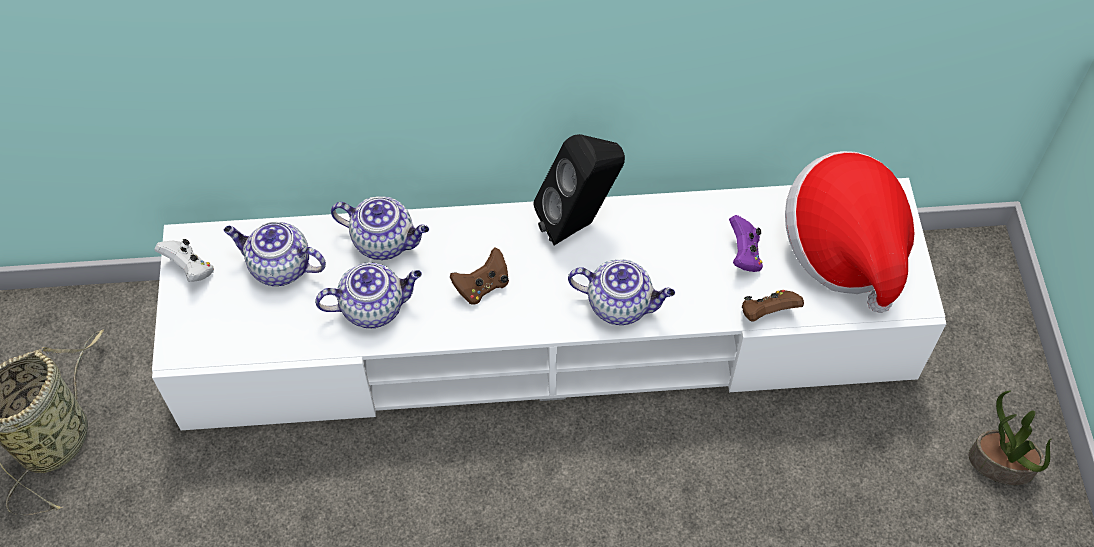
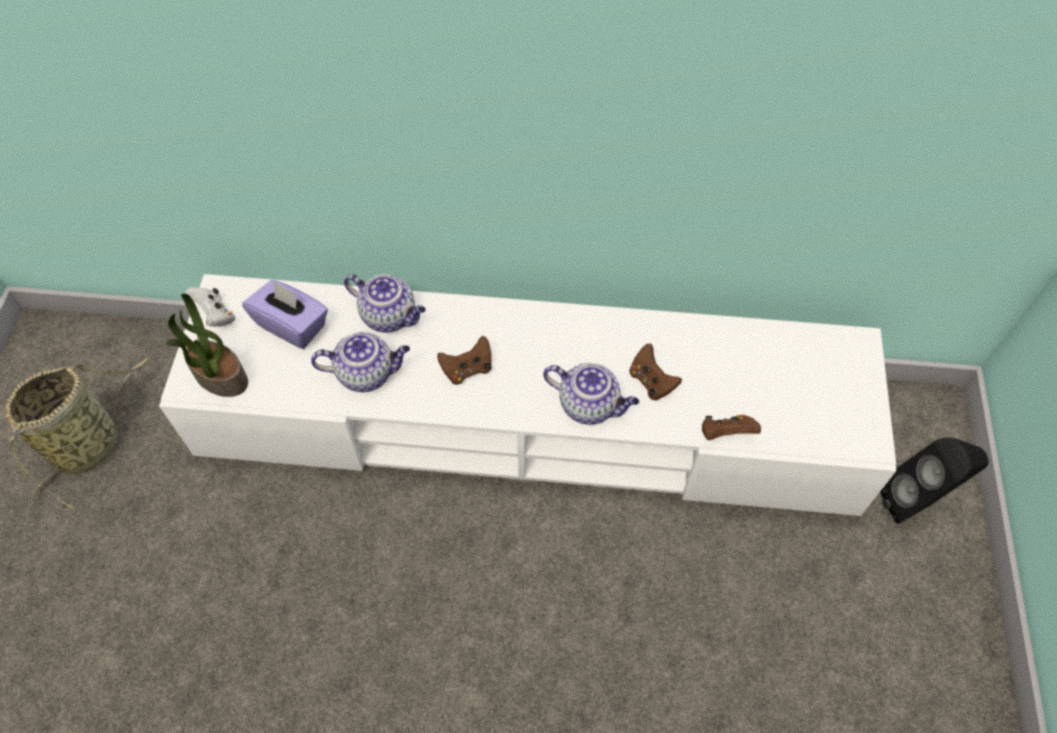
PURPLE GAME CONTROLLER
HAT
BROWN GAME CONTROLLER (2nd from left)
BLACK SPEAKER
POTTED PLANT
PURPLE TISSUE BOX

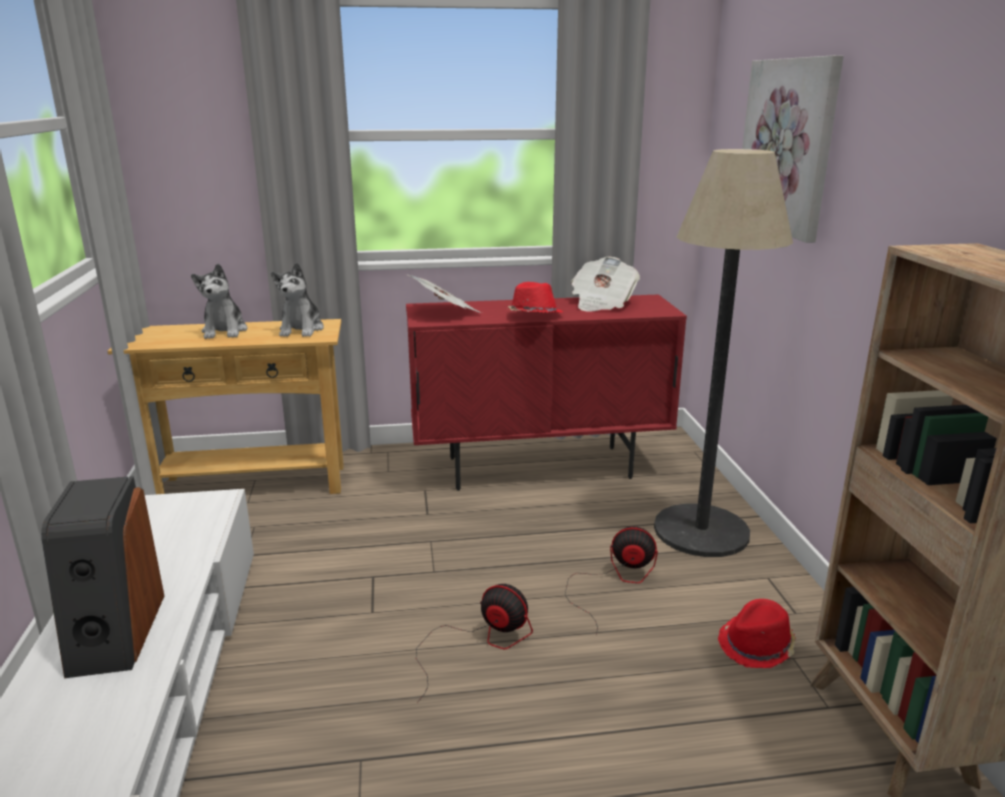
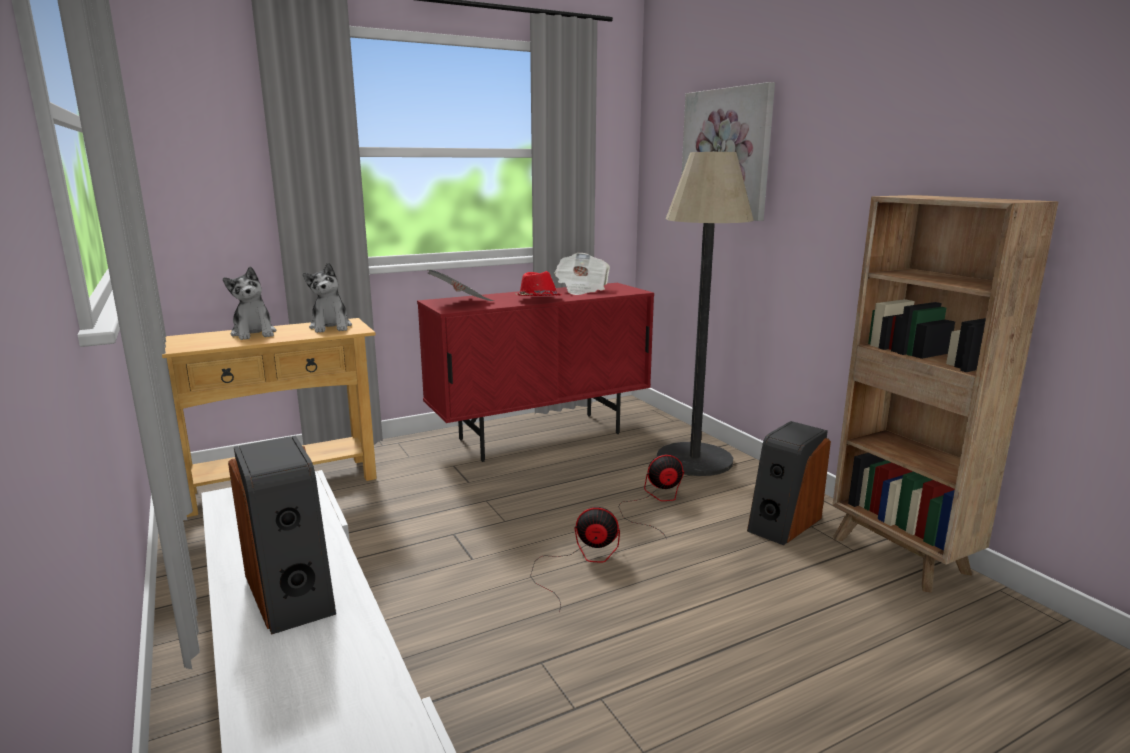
SPEAKER (2nd from left)

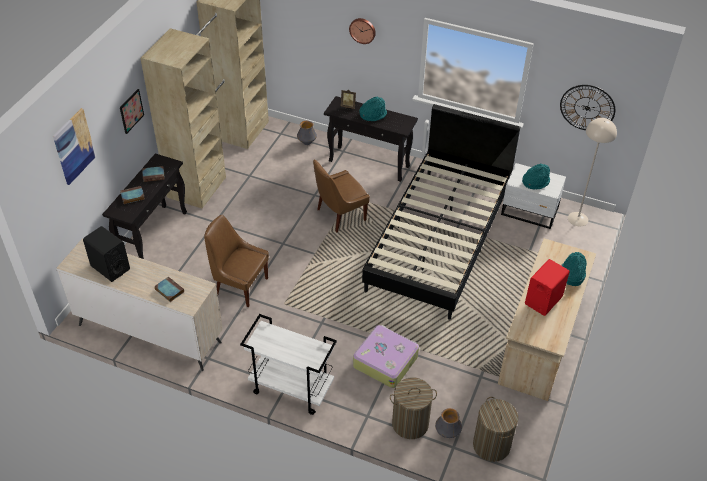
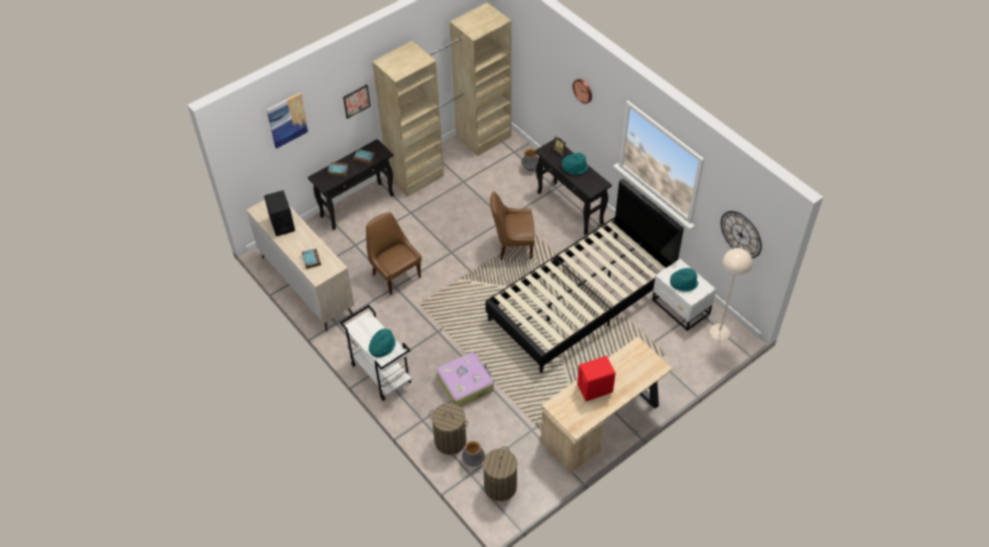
TURQUOISE HAT (1st from left)

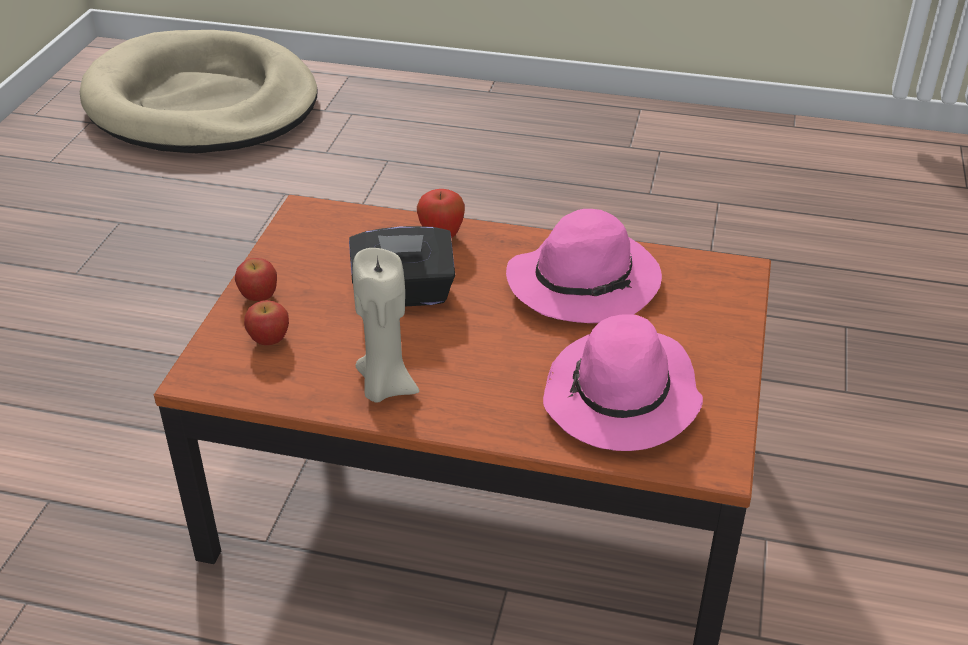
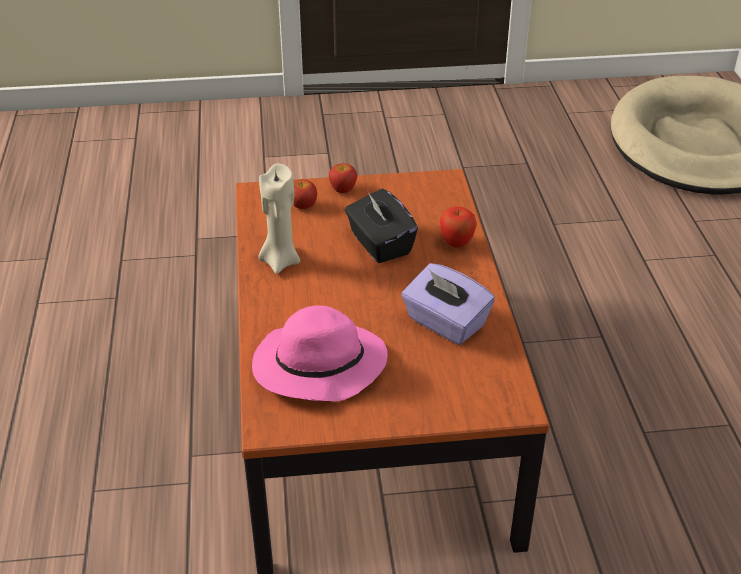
PURPLE TISSUE BOX

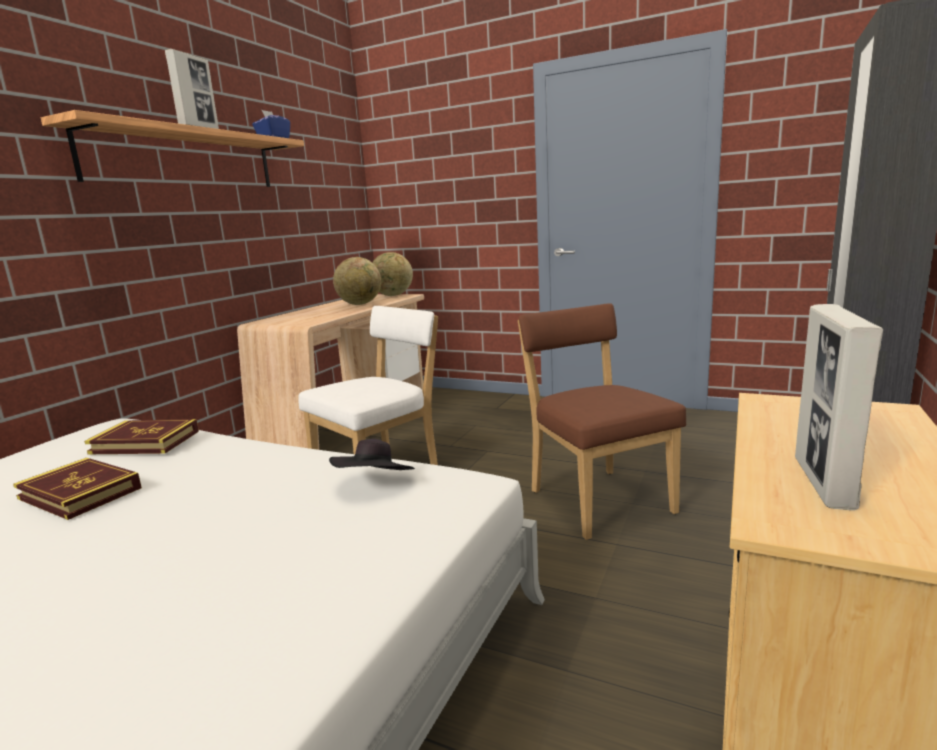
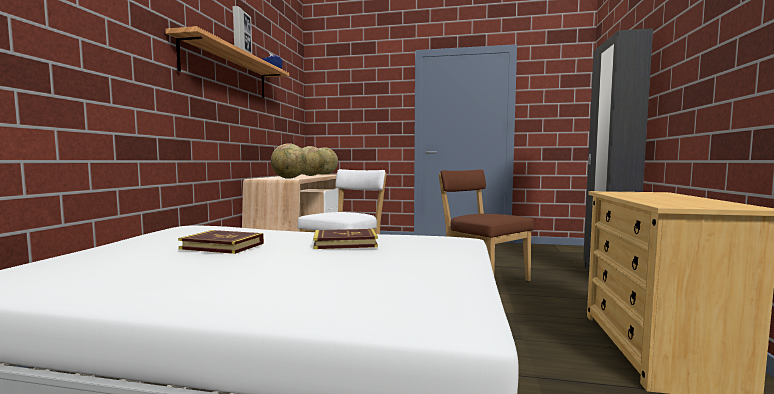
BLACK HAT
PICTURE FRAME (2nd from left in the first image)
GLOBE (1st from left)
BOOK (2nd from left)

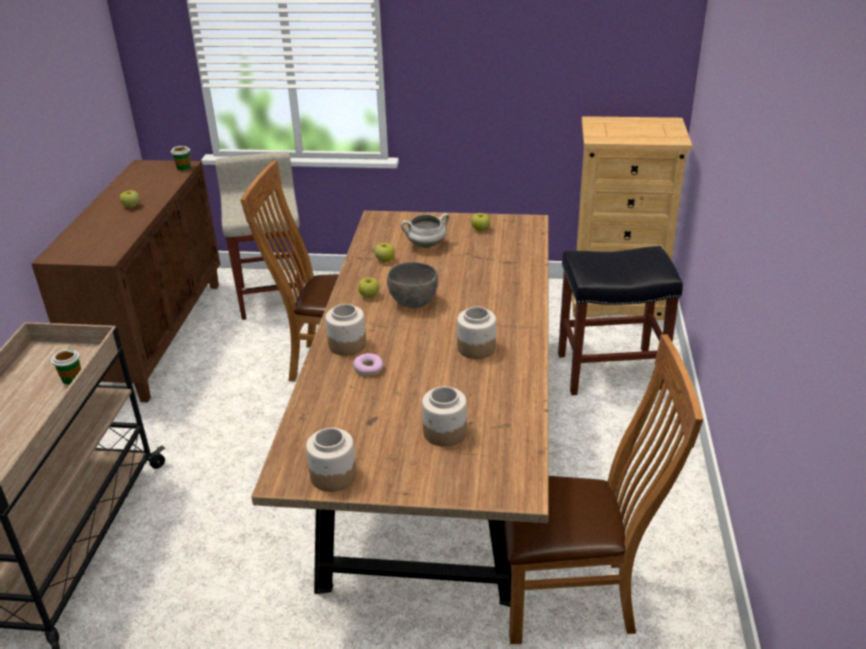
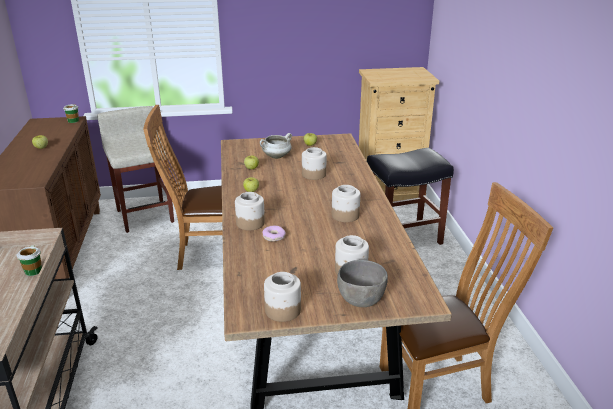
JAR (3rd from left)
GREY BOWL

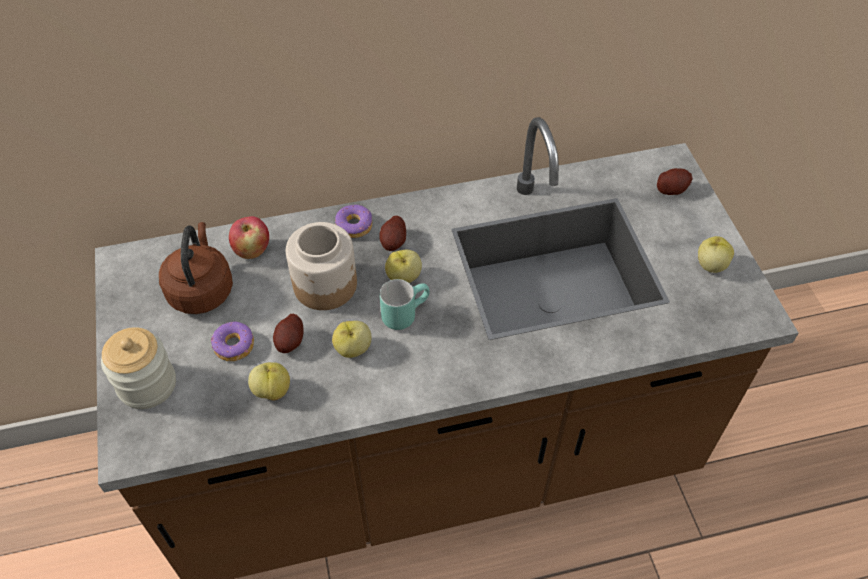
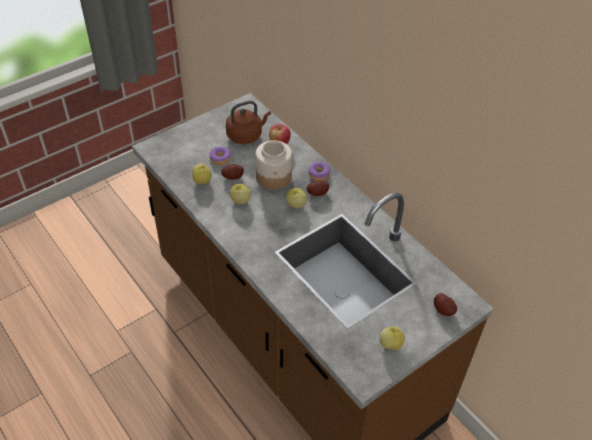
JAR (1st from left in the first image)
TURQUOISE MUG

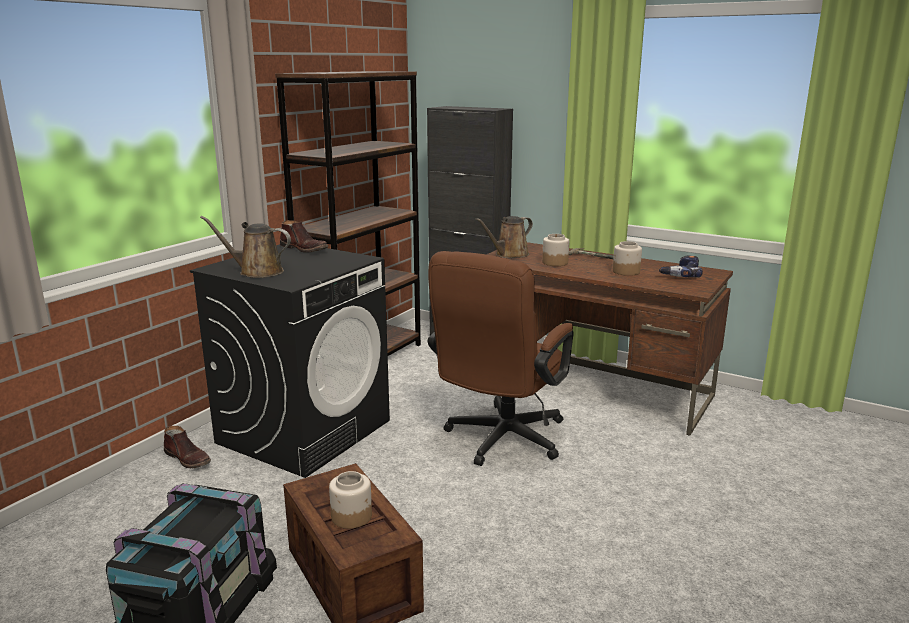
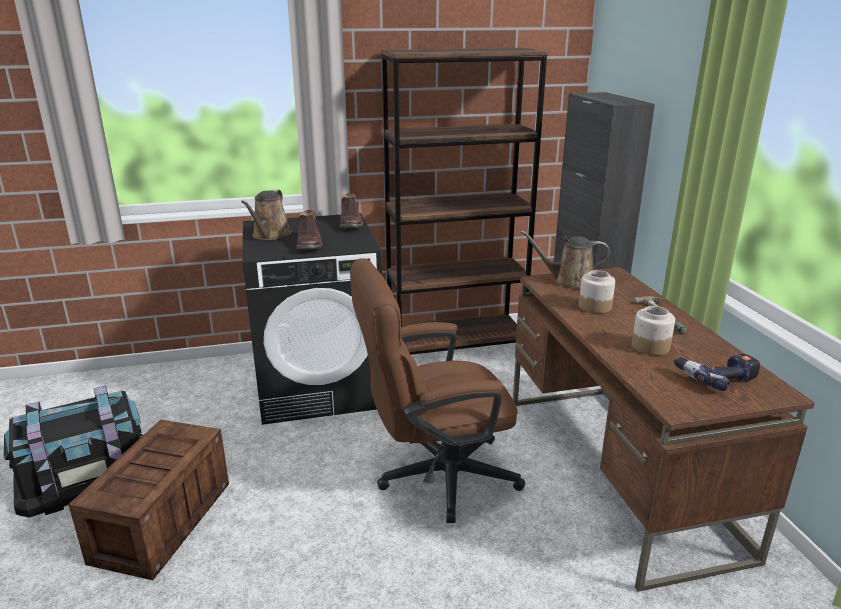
JAR (1st from left in the first image)
BROWN BOOT (1st from left)
BROWN WATERING CAN (1st from left)

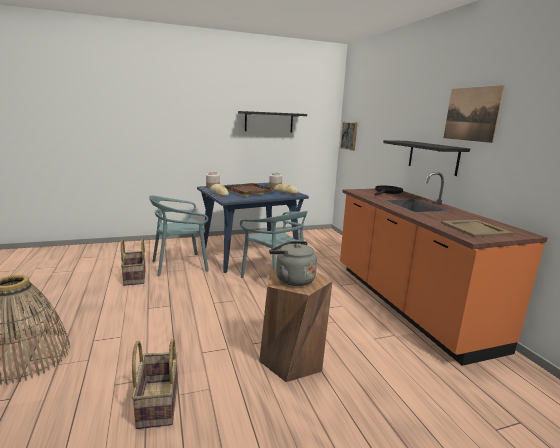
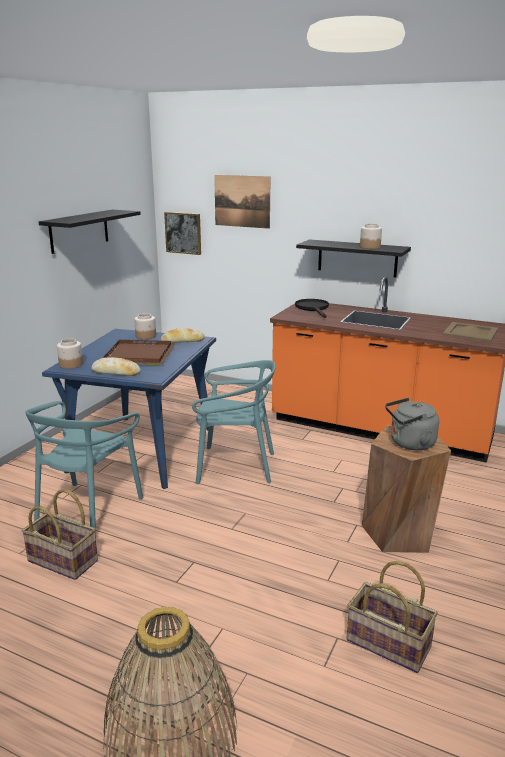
JAR (3rd from left)
PICTURE (2nd from left)

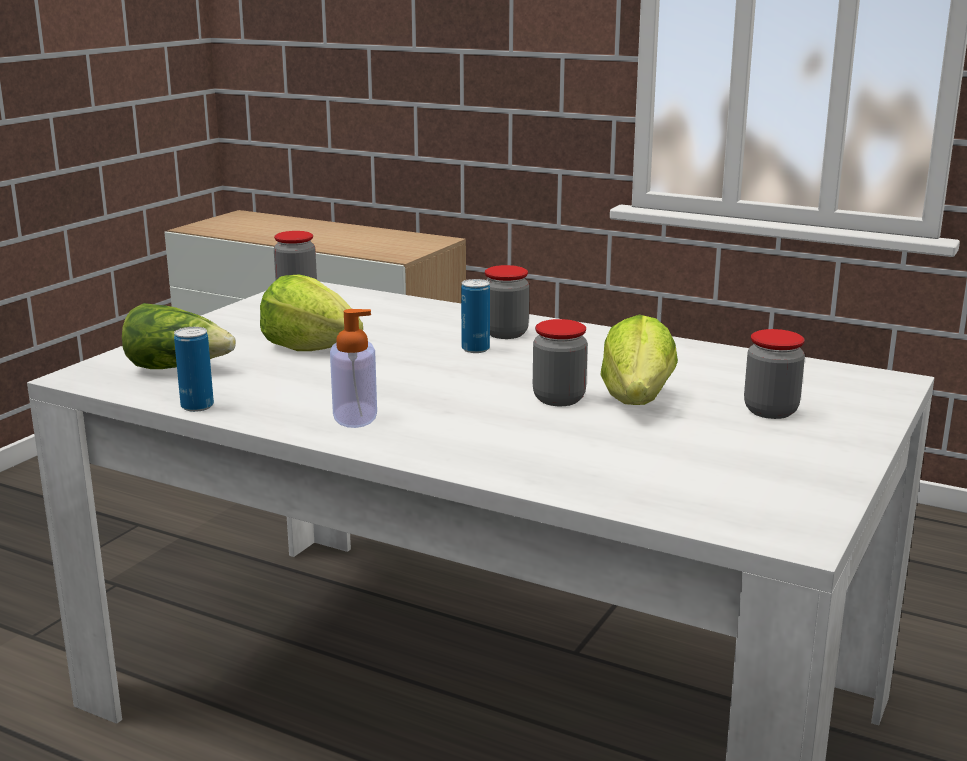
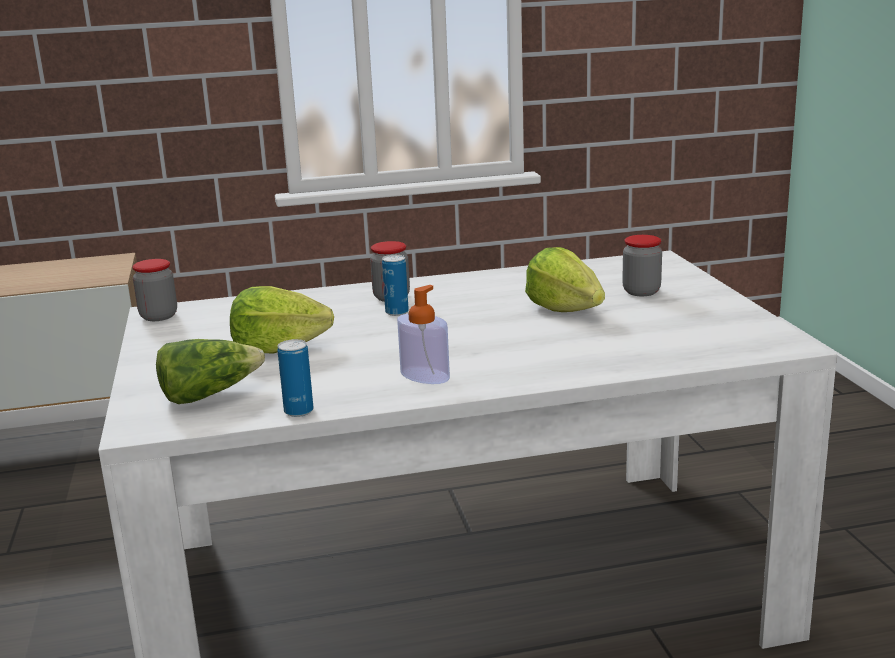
JAR (3rd from left in the first image)

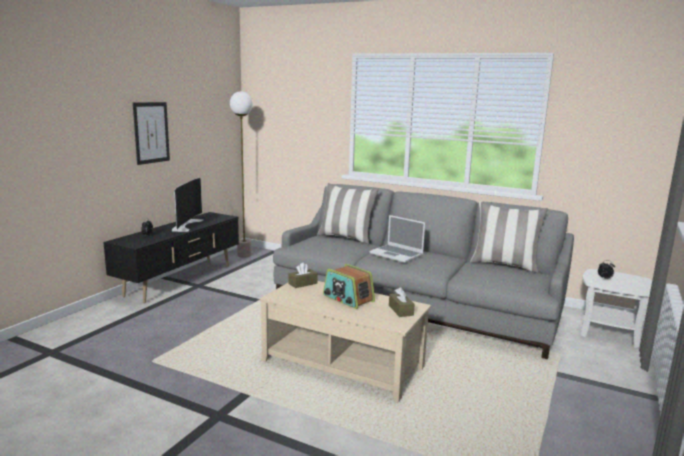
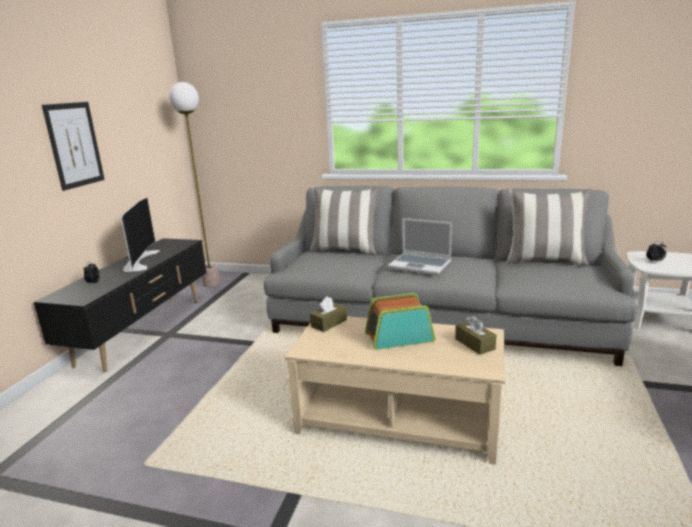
RADIO

